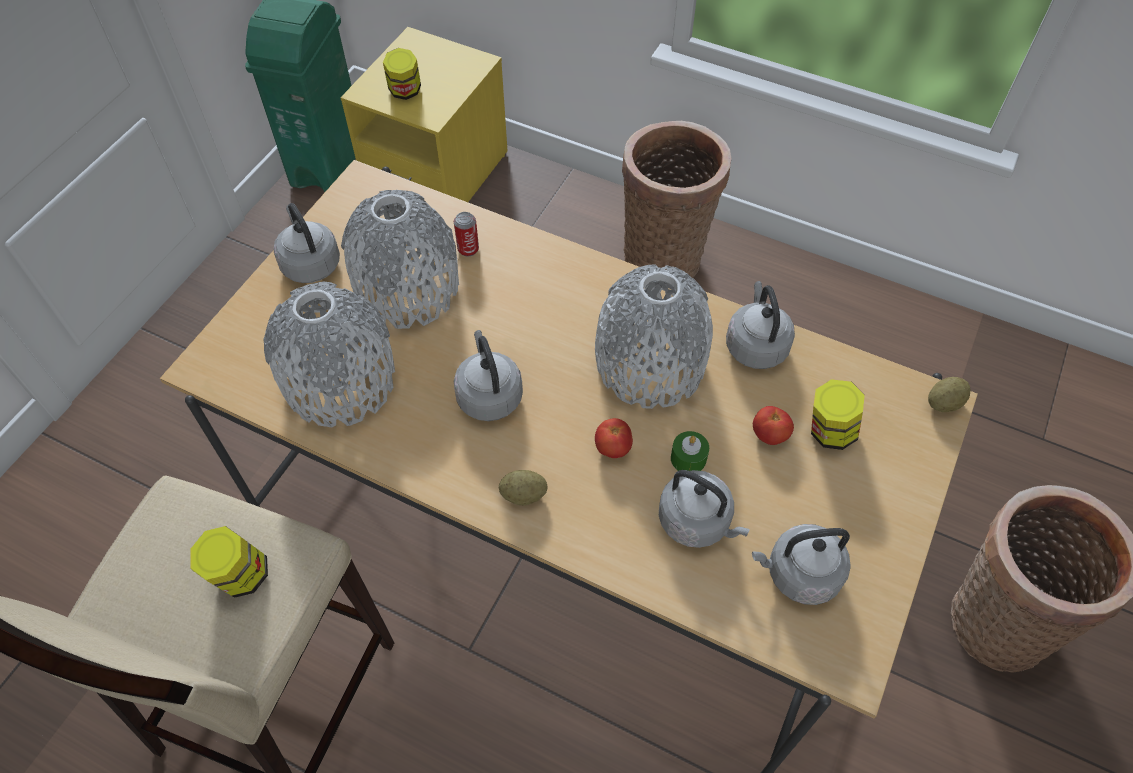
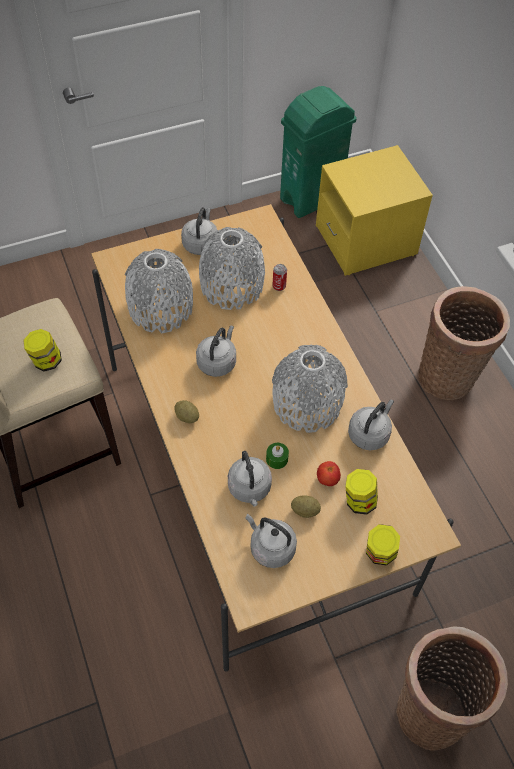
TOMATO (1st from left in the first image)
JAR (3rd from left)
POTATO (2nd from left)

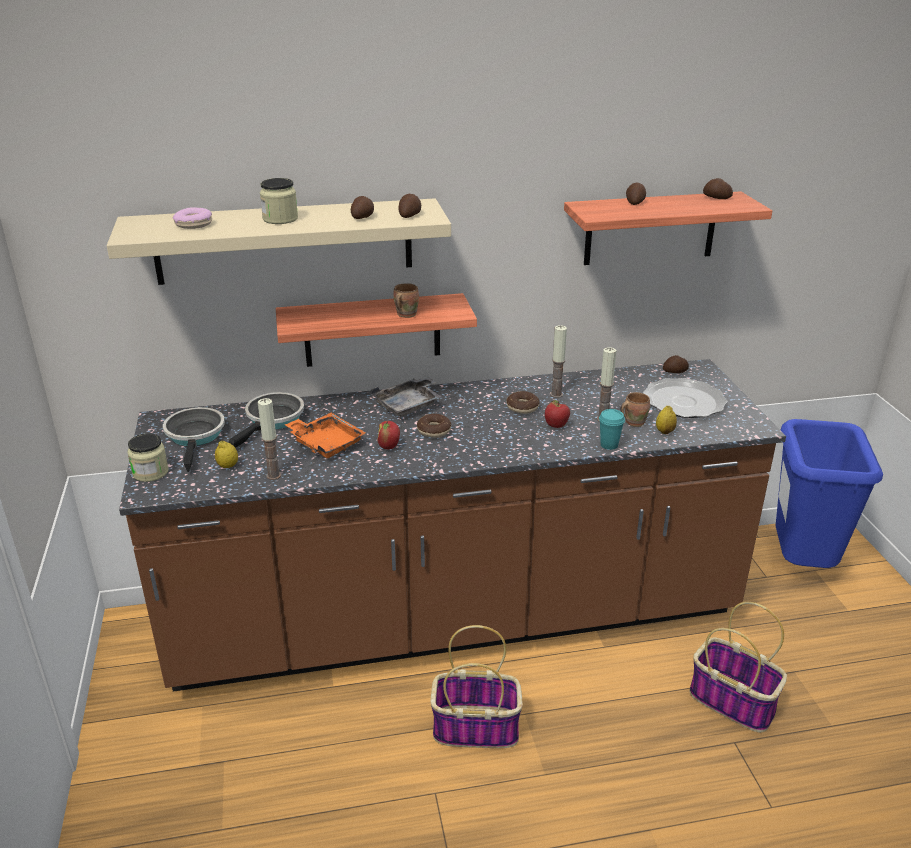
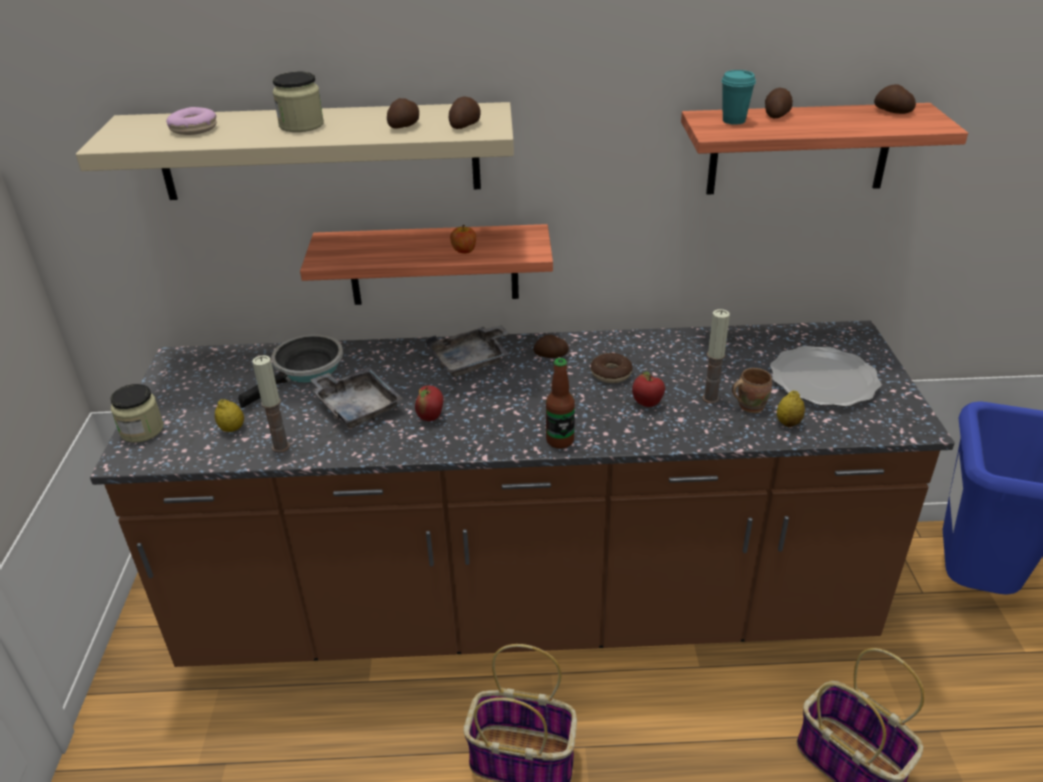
FRYING PAN (1st from left in the first image)
DONUT (2nd from left in the first image)
CANDLE (2nd from left in the first image)
BOTTLE
TURQUOISE CUP
POTATO (3rd from left)
APPLE (2nd from left)
GREY TRAY (1st from left)

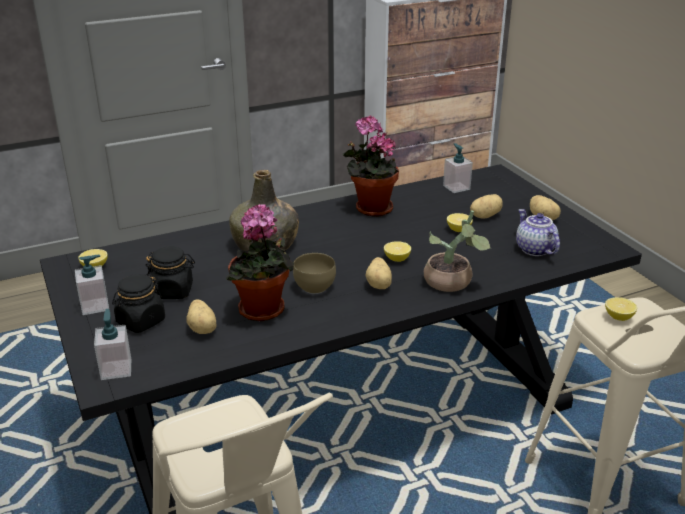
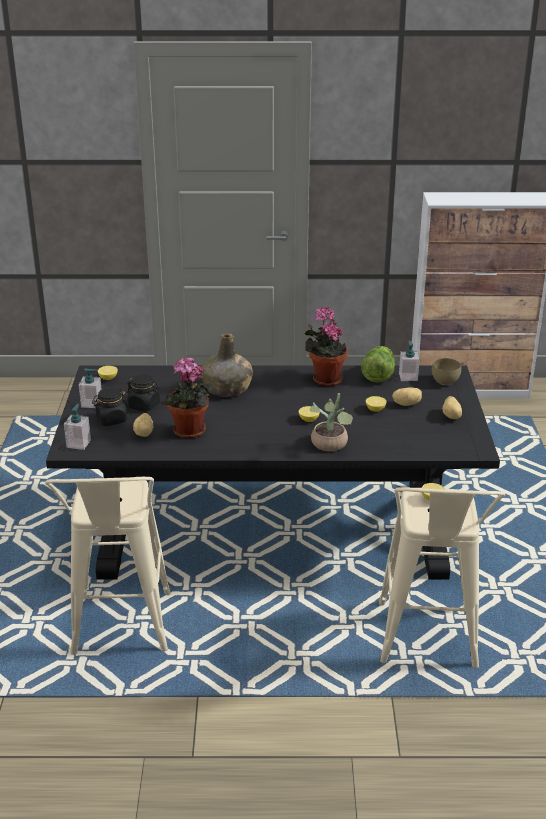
POTATO (2nd from left in the first image)
TEAPOT
LETTUCE
BROWN BOWL

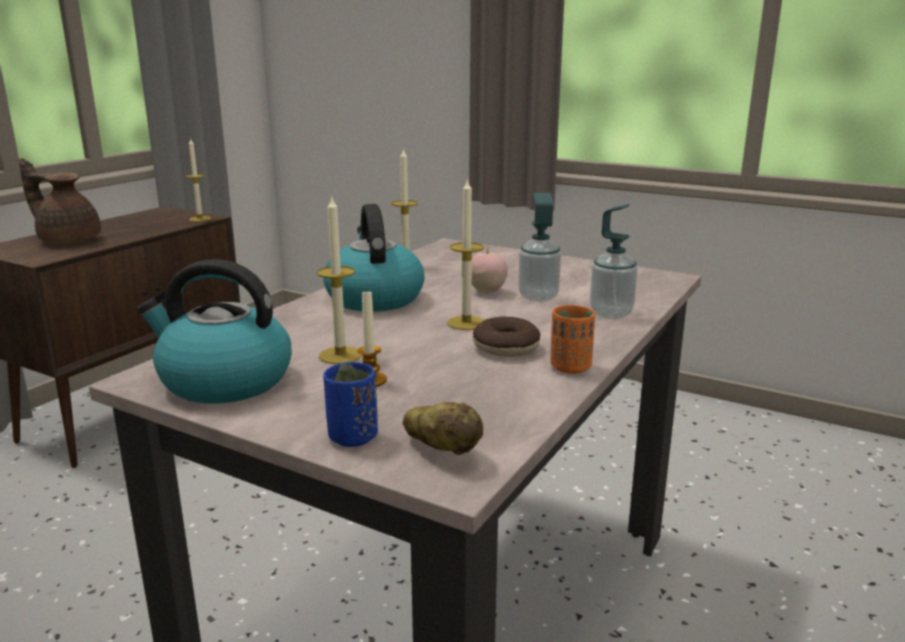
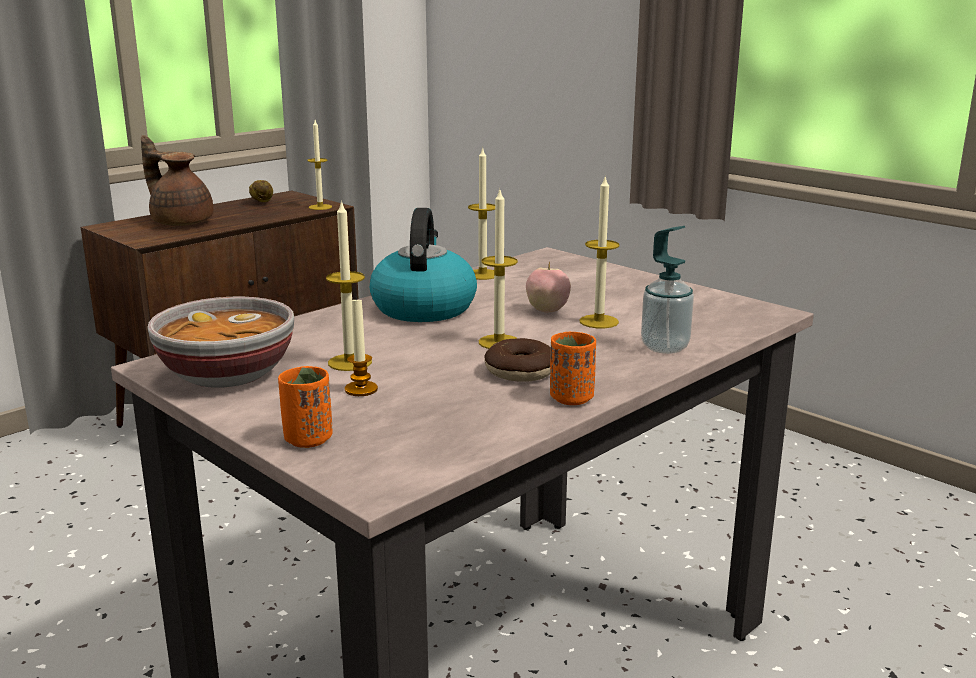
POTATO
BOWL
CANDLE (6th from left)
ORANGE CUP (1st from left)

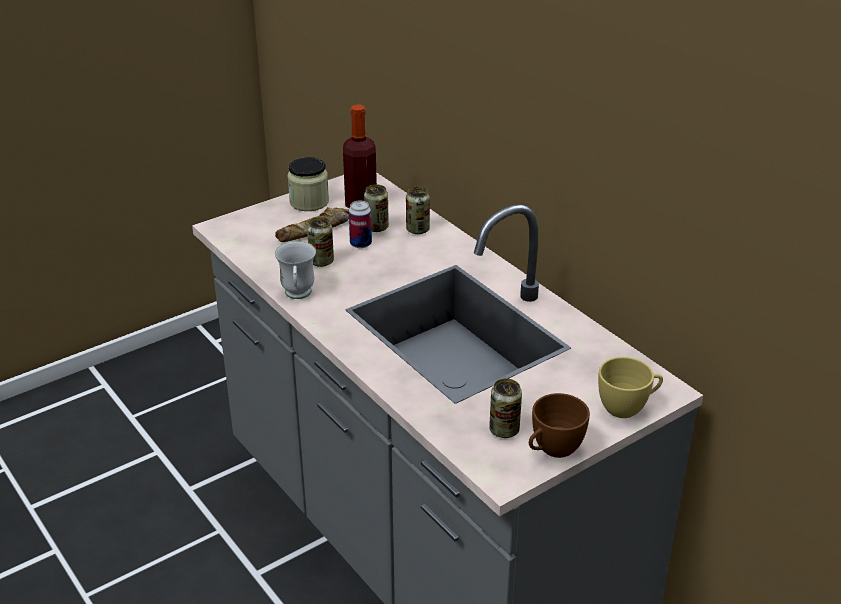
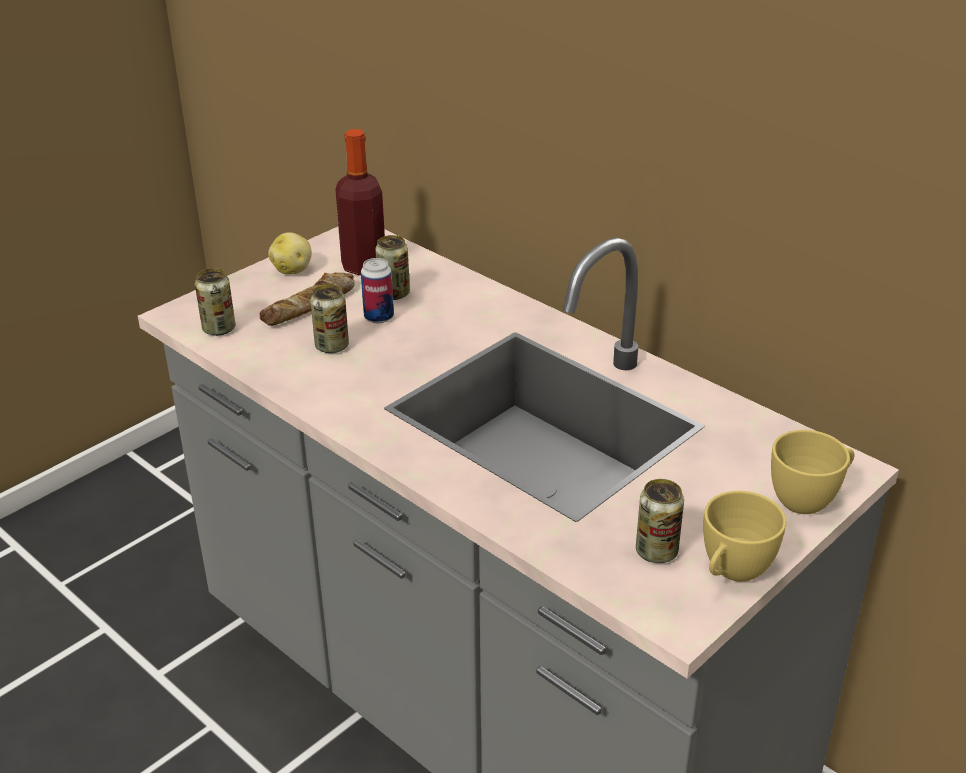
WHITE MUG
CAN (1st from left)
POTATO
YELLOW CUP (1st from left)

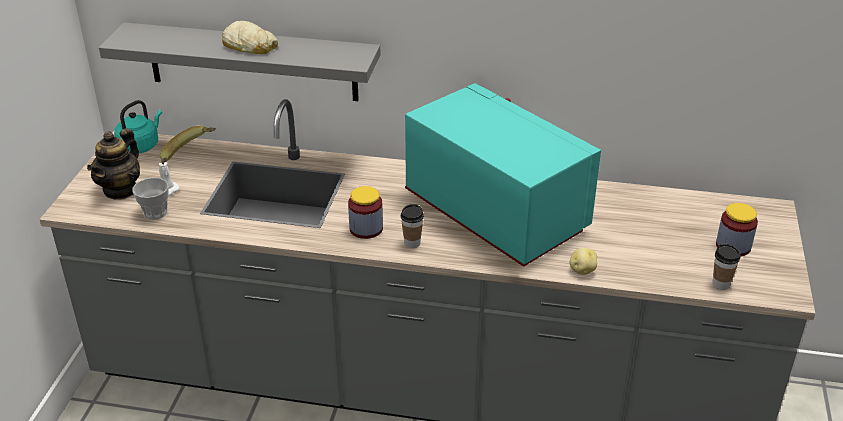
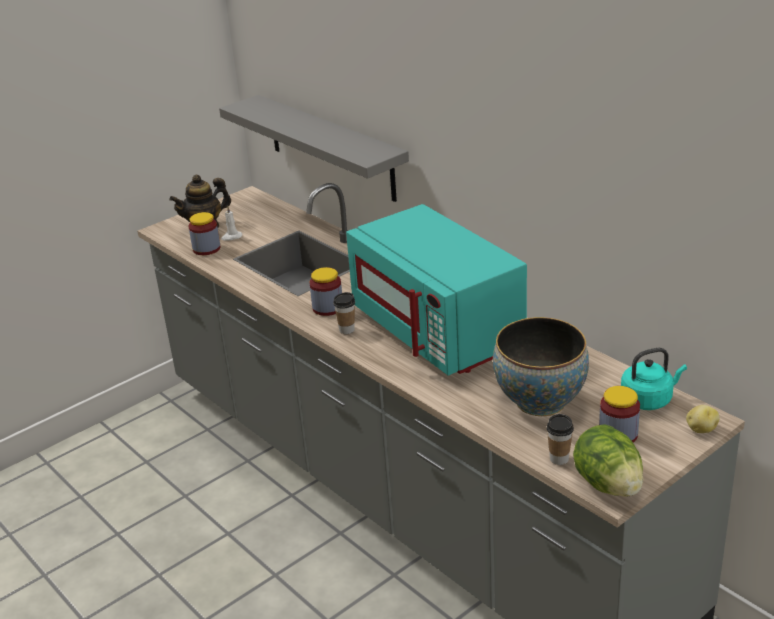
BANANA
BREAD
BOWL
LETTUCE
TURQUOISE KETTLE
POTATO
JAR (1st from left)
TURQUOISE MICROWAVE

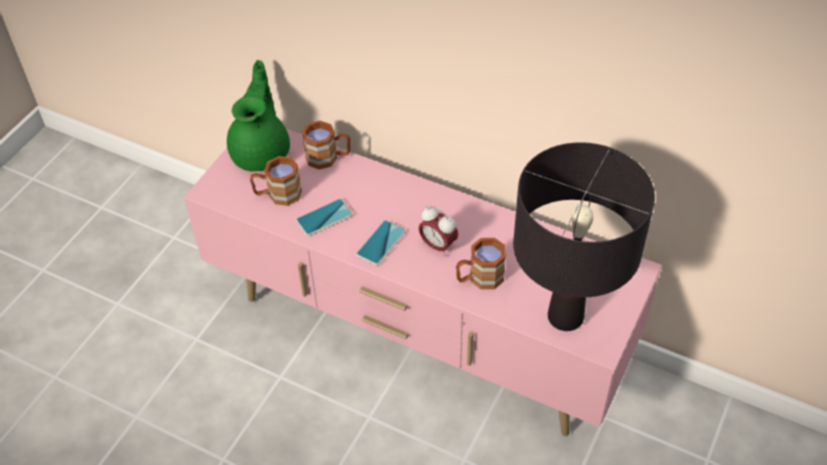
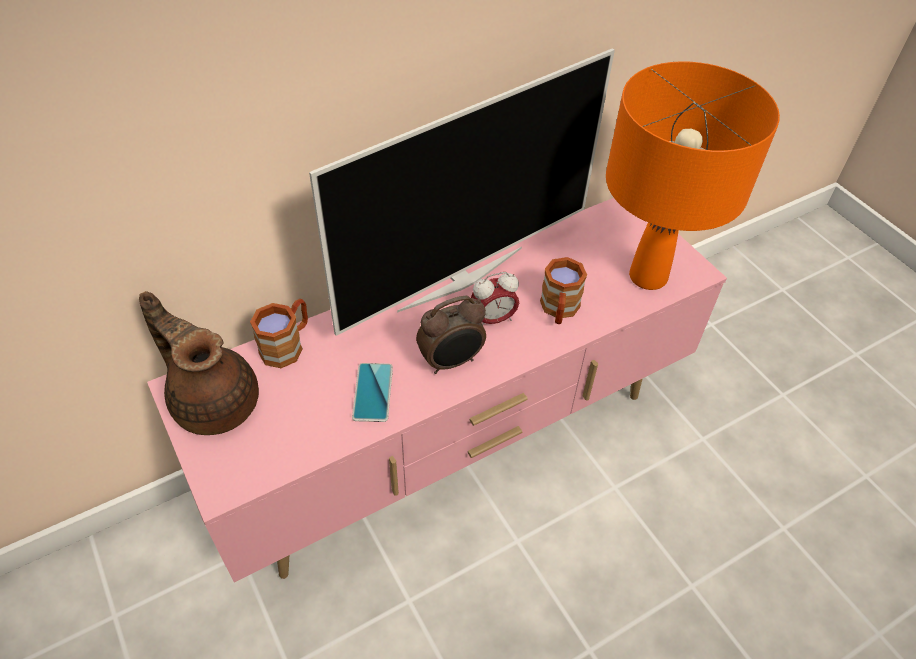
BROWN MUG (1st from left in the first image)
TELEVISION
ALARM CLOCK (1st from left)
BROWN TEAPOT
ORANGE TABLE LAMP

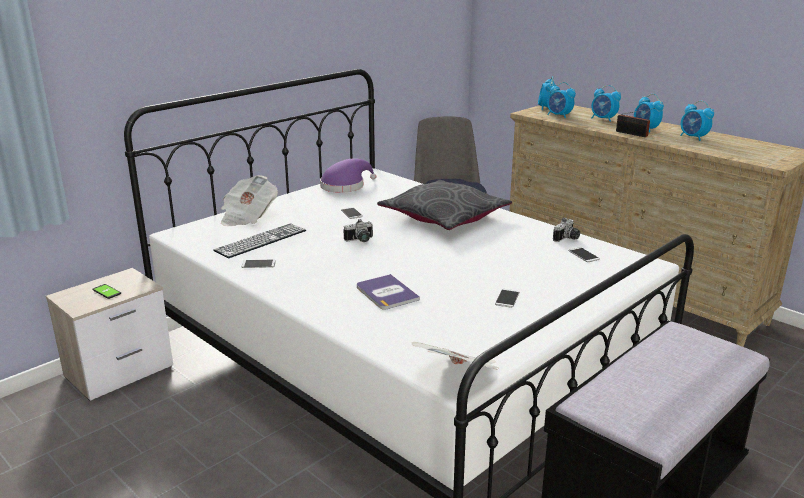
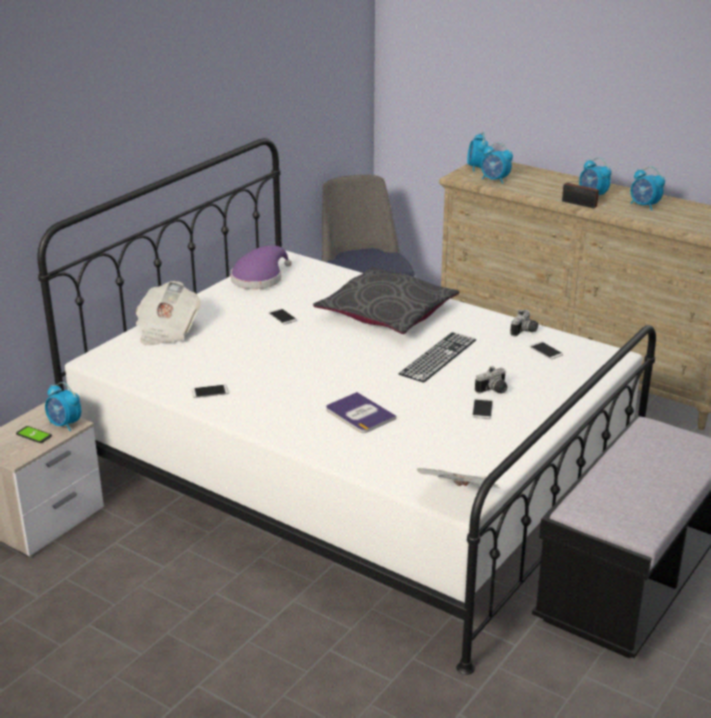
KEYBOARD
PHOTO CAMERA (1st from left)
ALARM CLOCK (1st from left)

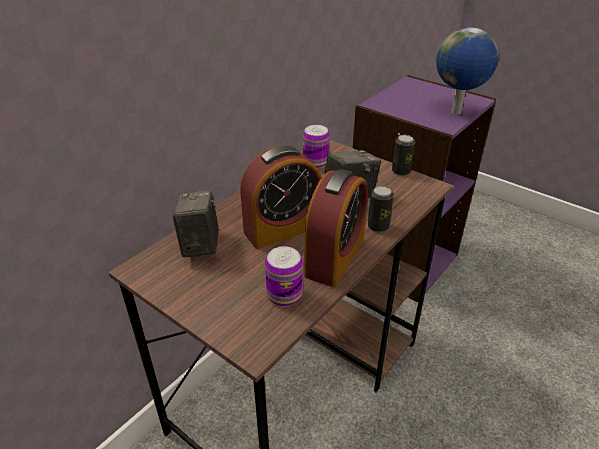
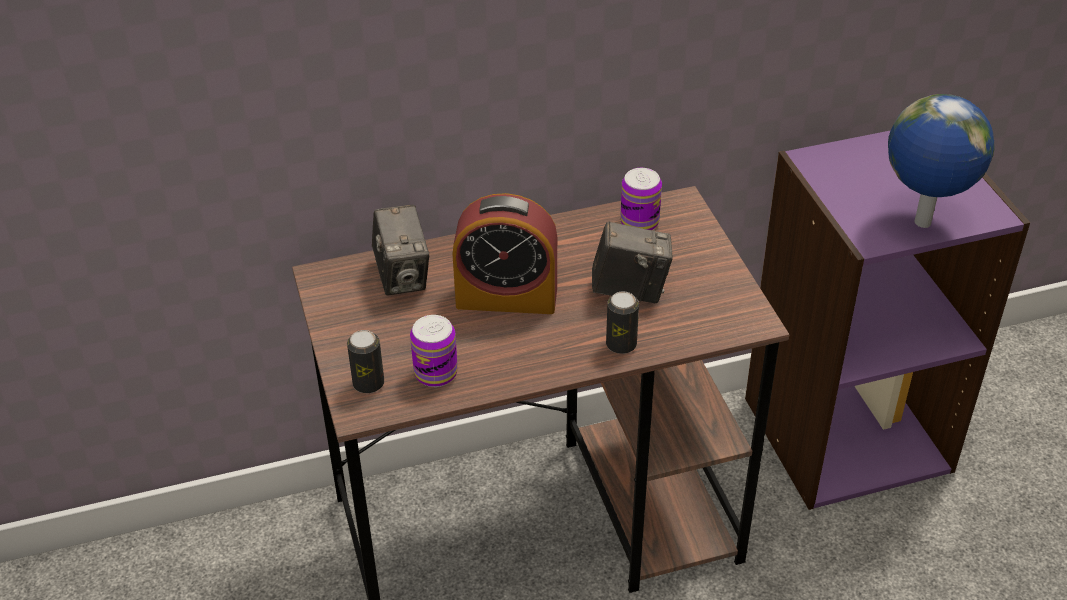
ALARM CLOCK (2nd from left in the first image)
CAN (1st from left)
PHOTO CAMERA (1st from left)

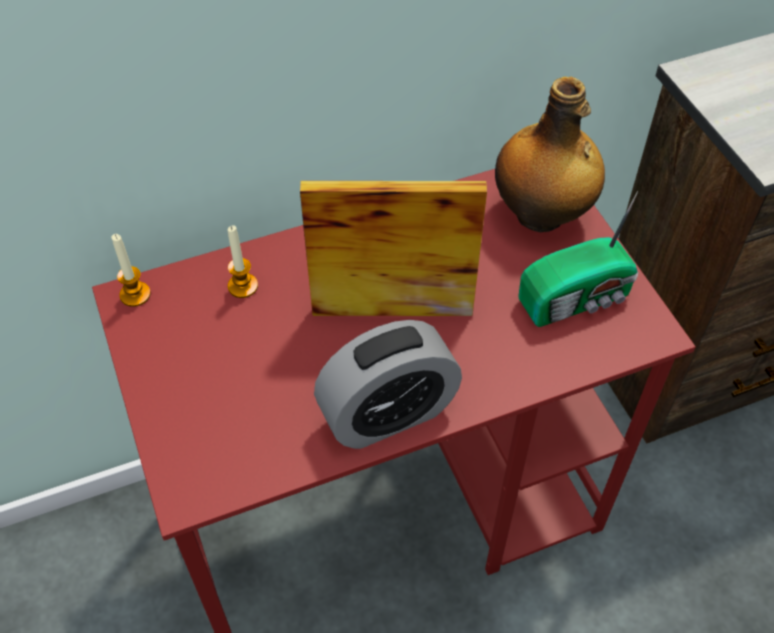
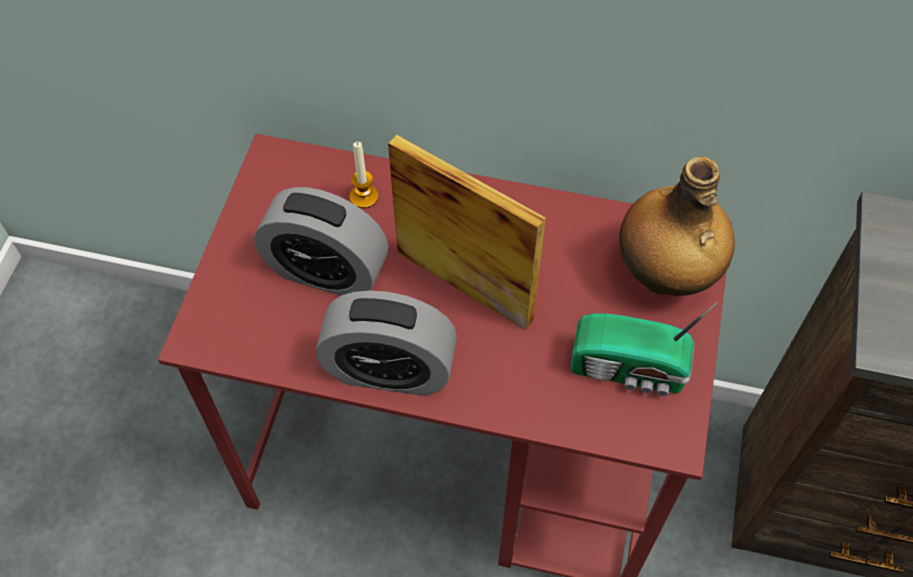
CANDLE (1st from left in the first image)
ALARM CLOCK (1st from left)

